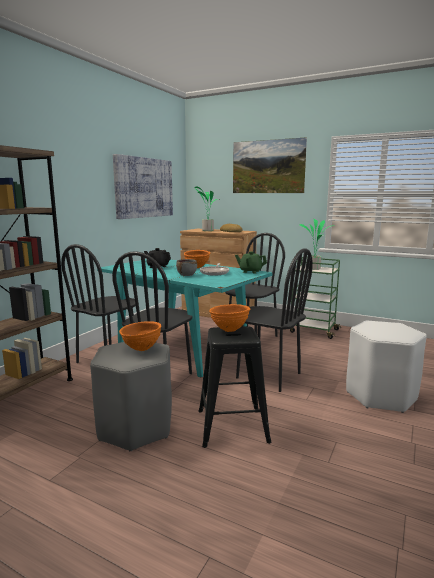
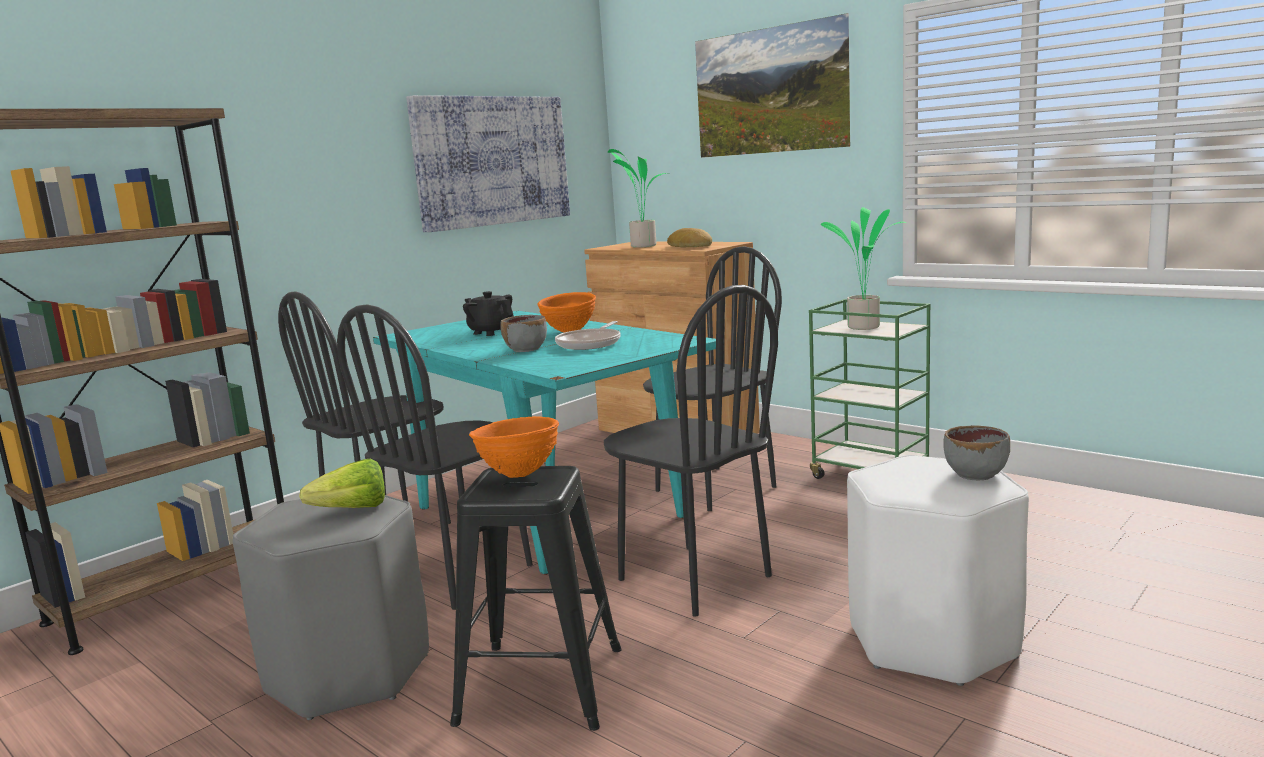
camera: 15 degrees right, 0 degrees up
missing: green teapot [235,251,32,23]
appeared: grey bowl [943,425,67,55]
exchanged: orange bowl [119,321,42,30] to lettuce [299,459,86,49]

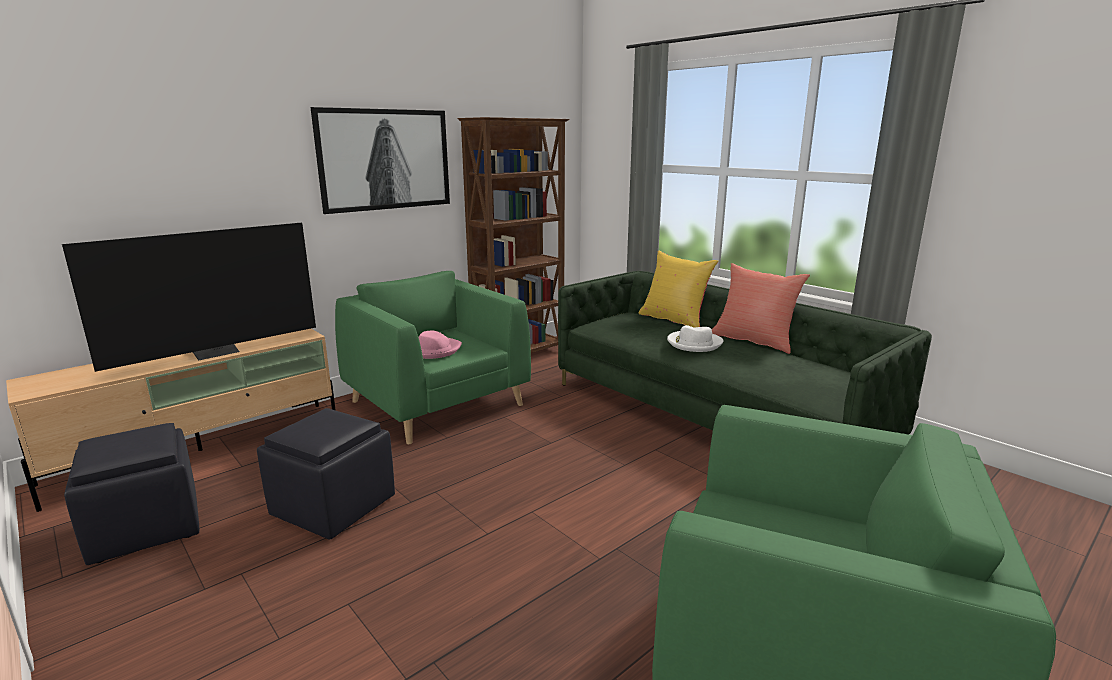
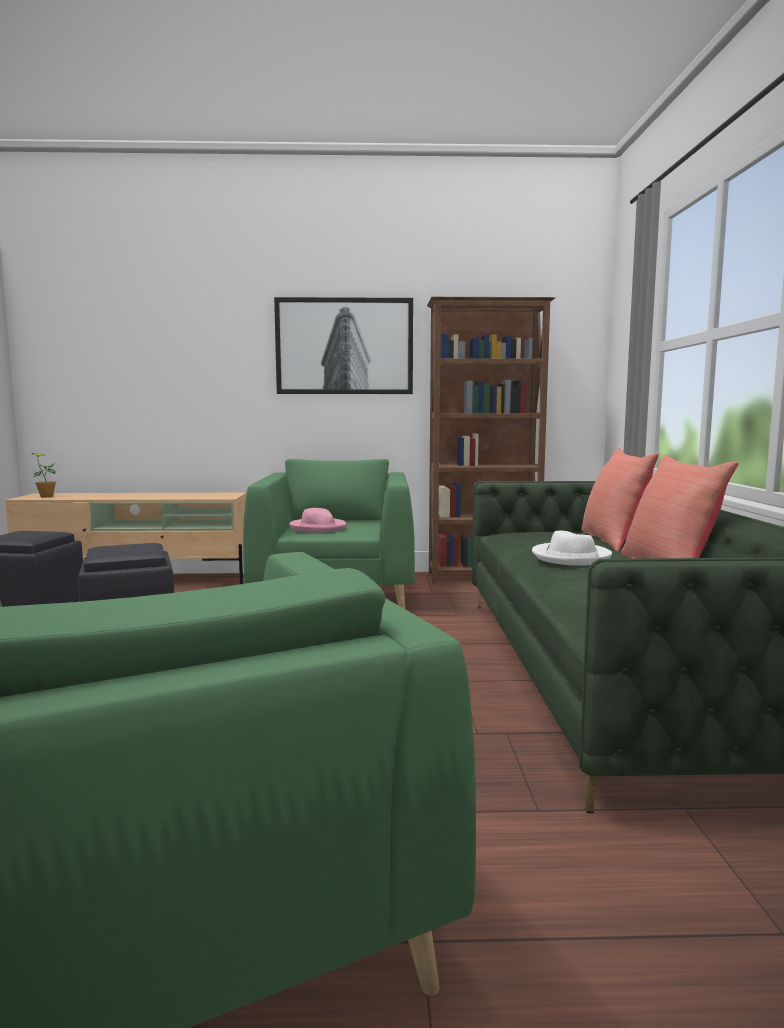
camera: 40 degrees right, 10 degrees down
missing: television [62,223,254,149]
appeared: potted plant [32,453,24,44]
colour: yellow pillow [639,251,79,76] to red pillow [581,448,78,104]

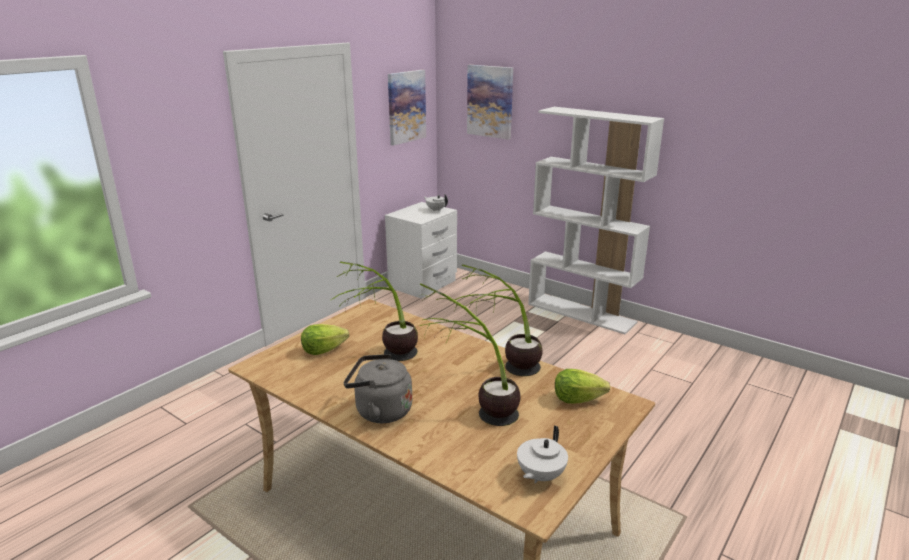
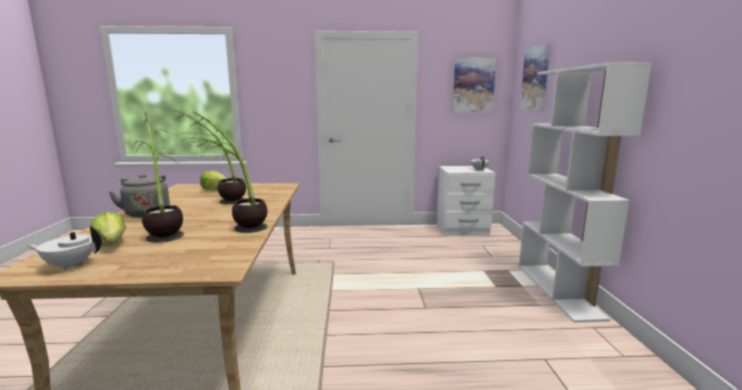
camera: 50 degrees right, 10 degrees down
relocated: lettuce [555,369,55,35] to [91,212,35,34]

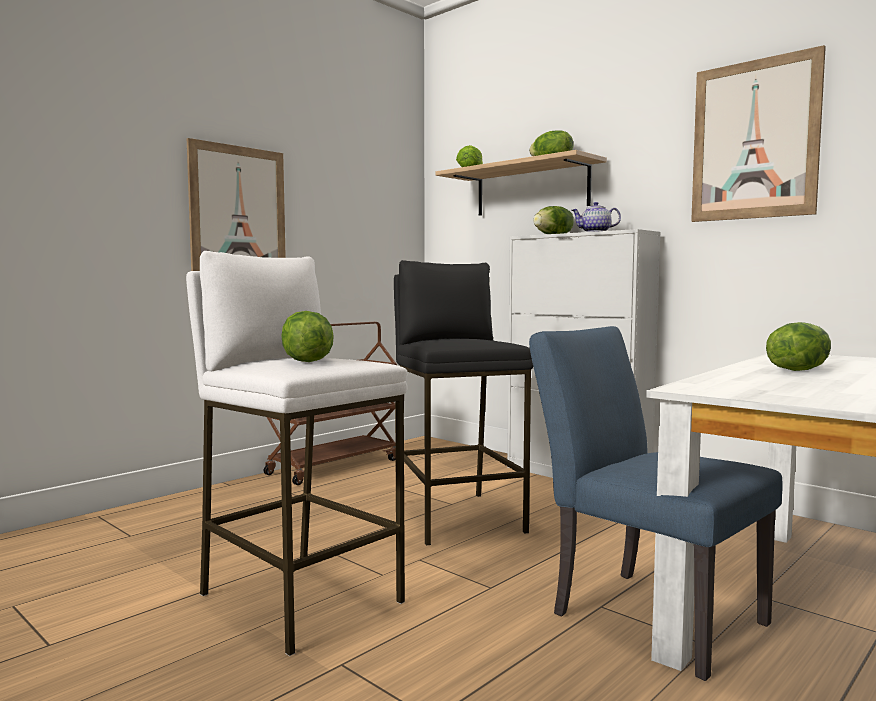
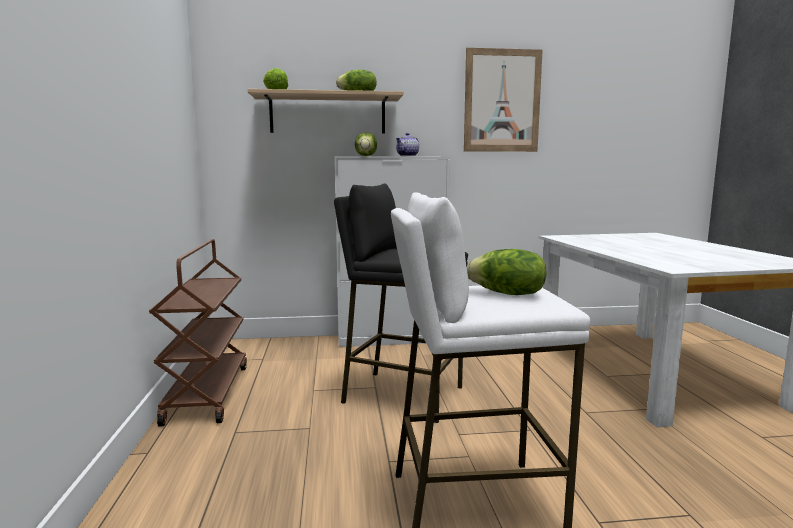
camera: 50 degrees left, 5 degrees up
missing: picture [187,138,99,133]; blue chair [529,326,254,355]; lettuce [766,322,65,49]

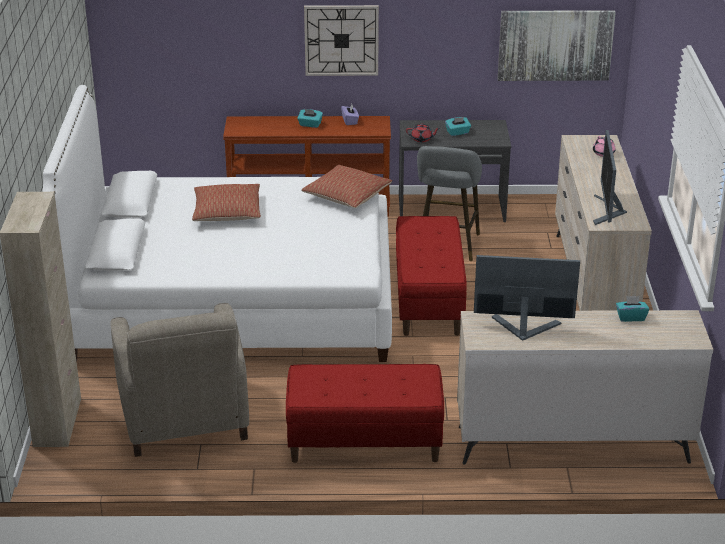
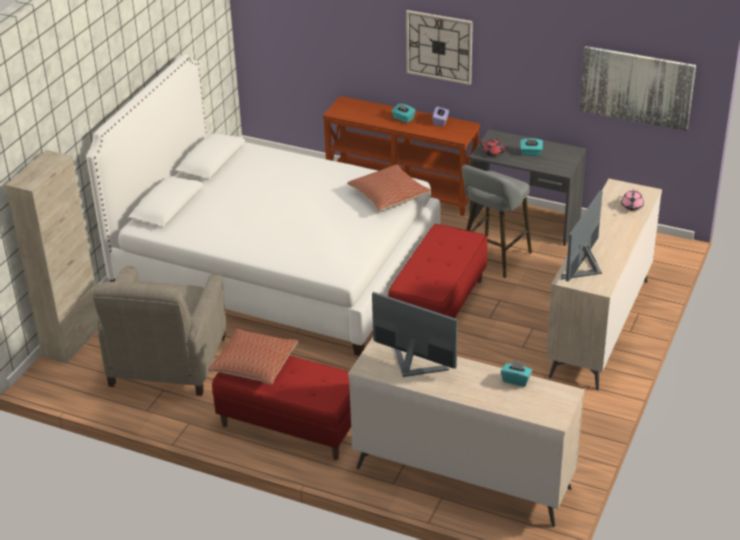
camera: 25 degrees right, 5 degrees up
relocated: pillow [192,184,69,37] to [208,328,90,57]

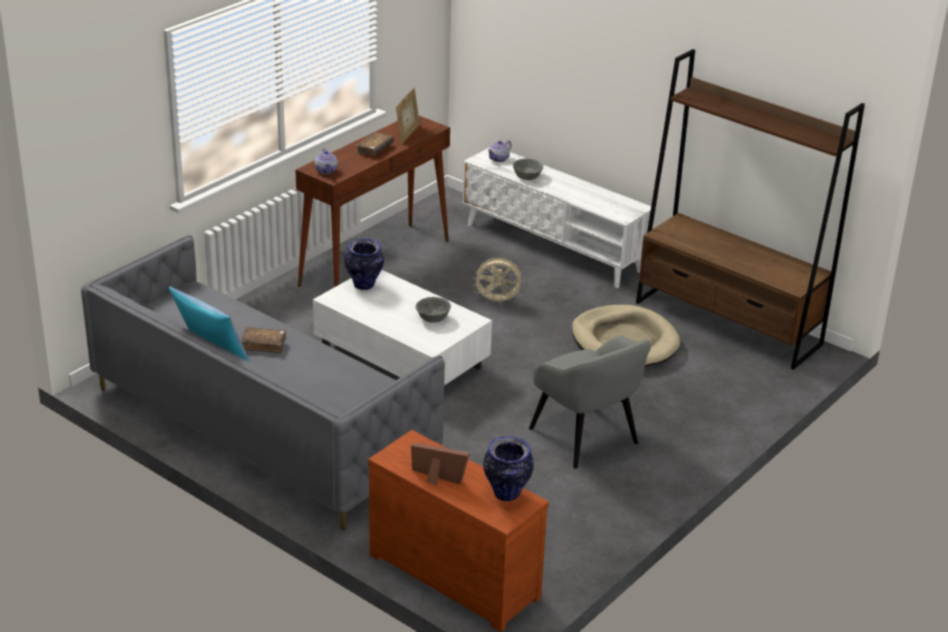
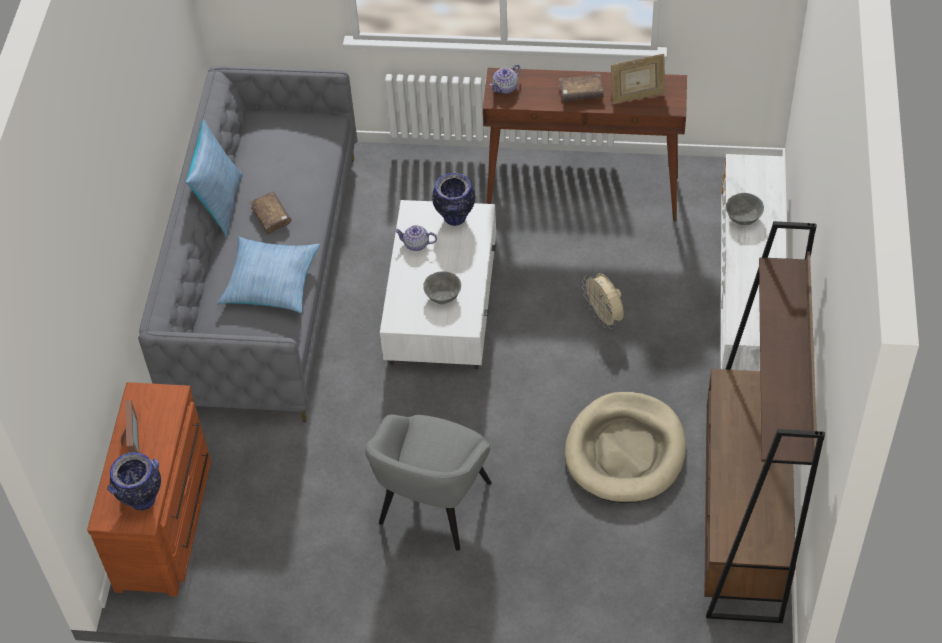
camera: 60 degrees right, 20 degrees up
appeared: pillow [217,236,103,77]
relocated: teapot [488,140,23,22] to [394,225,43,26]

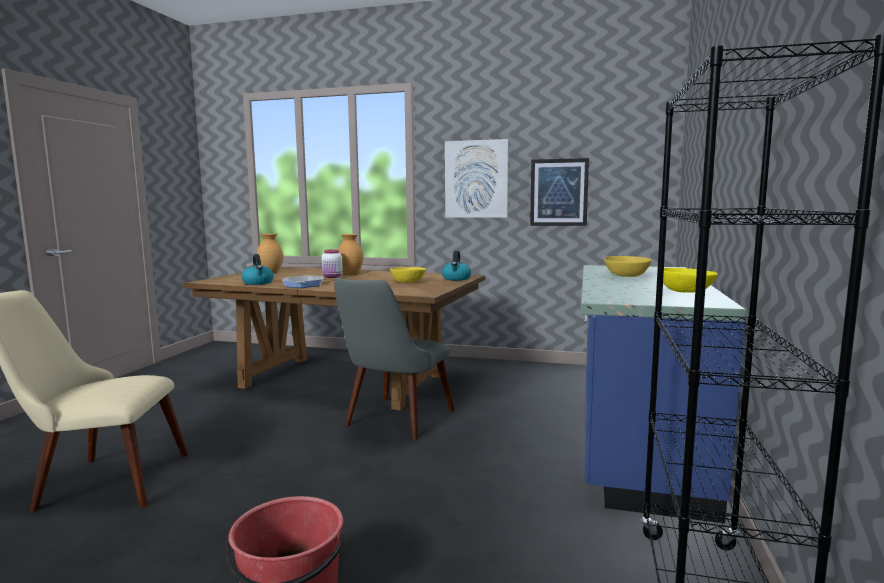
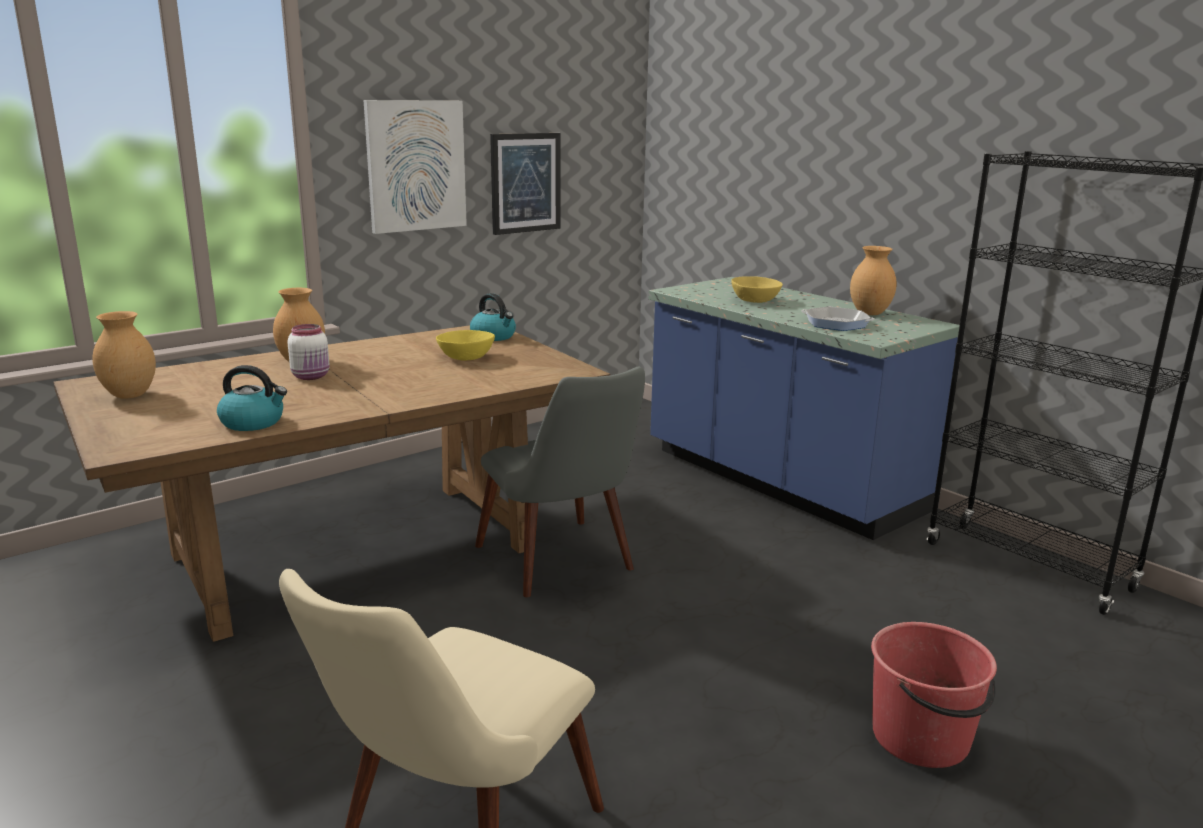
camera: 55 degrees left, 10 degrees up
relocated: frying pan [282,275,42,13] to [801,307,73,24]
exchanged: yellow bowl [663,268,55,24] to brown vase [850,246,47,69]

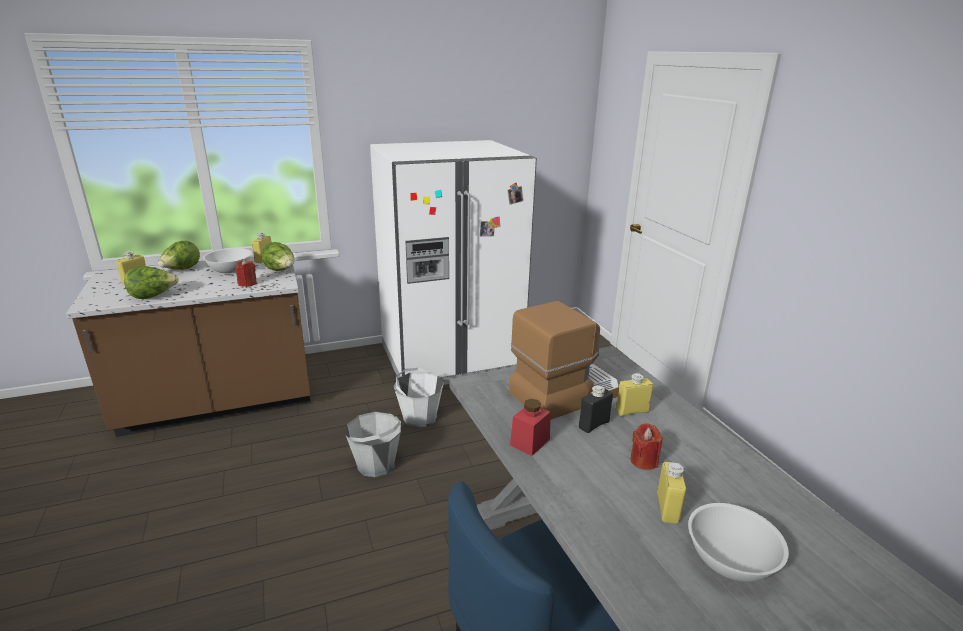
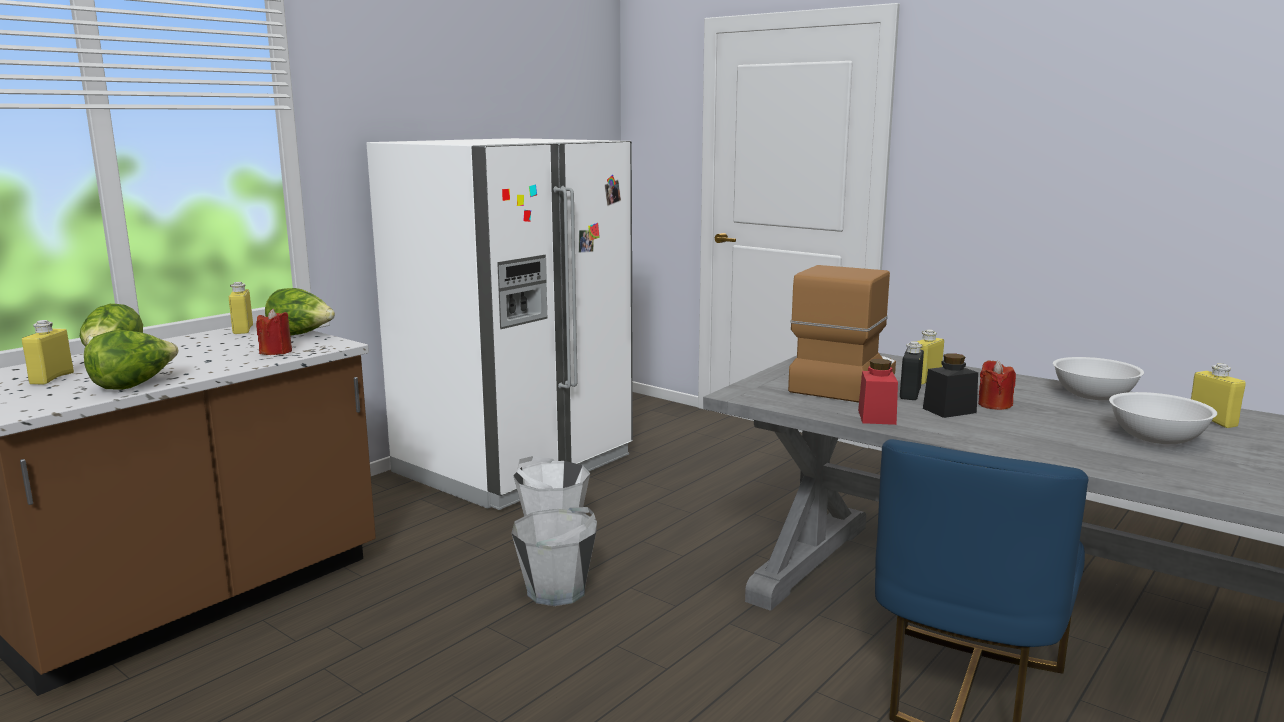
camera: 30 degrees left, 10 degrees down
appeared: black jar [923,353,55,65]
relocated: white bowl [203,248,49,25] to [1053,357,91,43]; yellow bottle [657,462,29,62] to [1191,363,55,65]

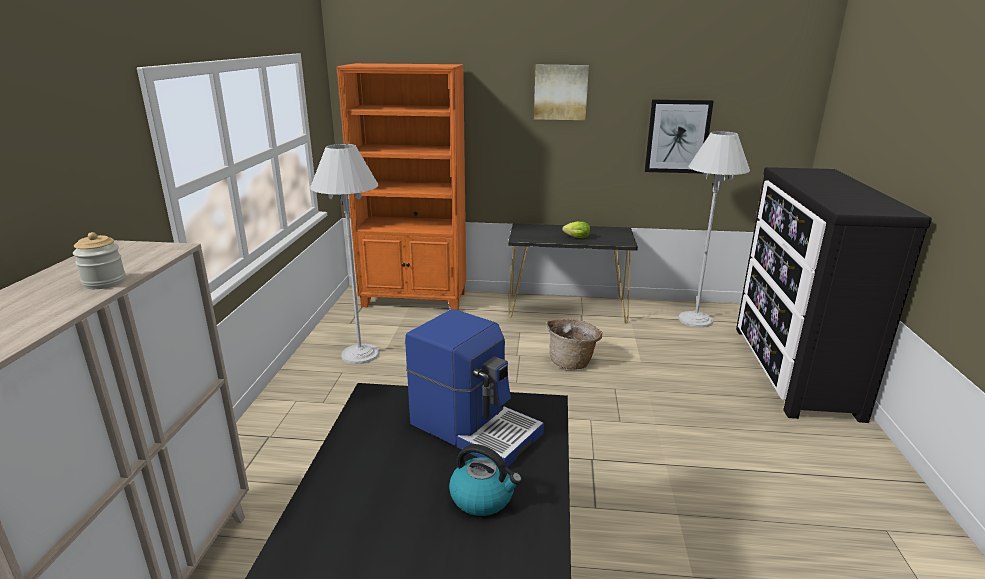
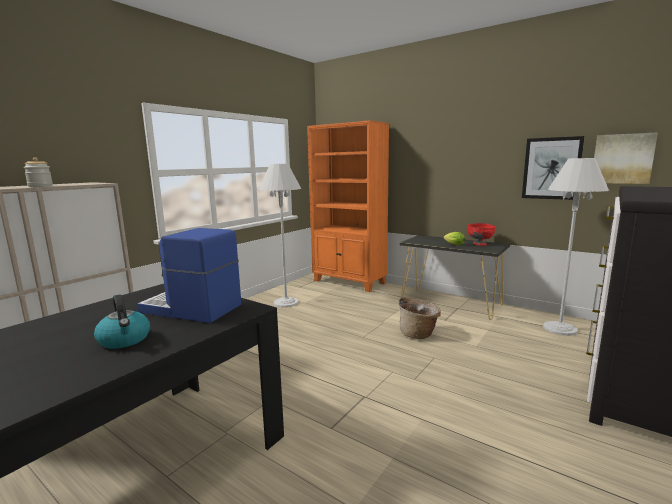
camera: 30 degrees right, 10 degrees down
appeared: red bowl [467,223,29,23]
relocated: picture [534,65,55,55] to [594,132,64,52]
spun: coffee machine [405,309,139,158] = [137,228,104,95] 135 degrees clockwise

